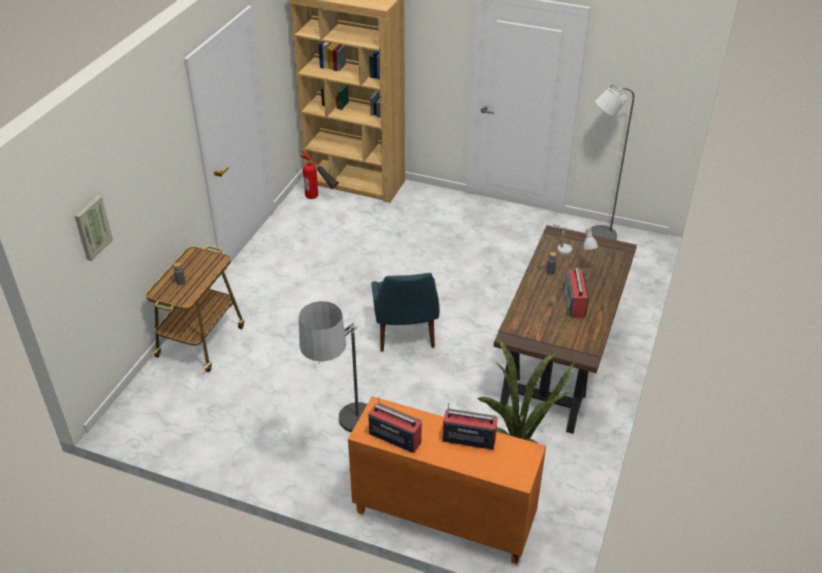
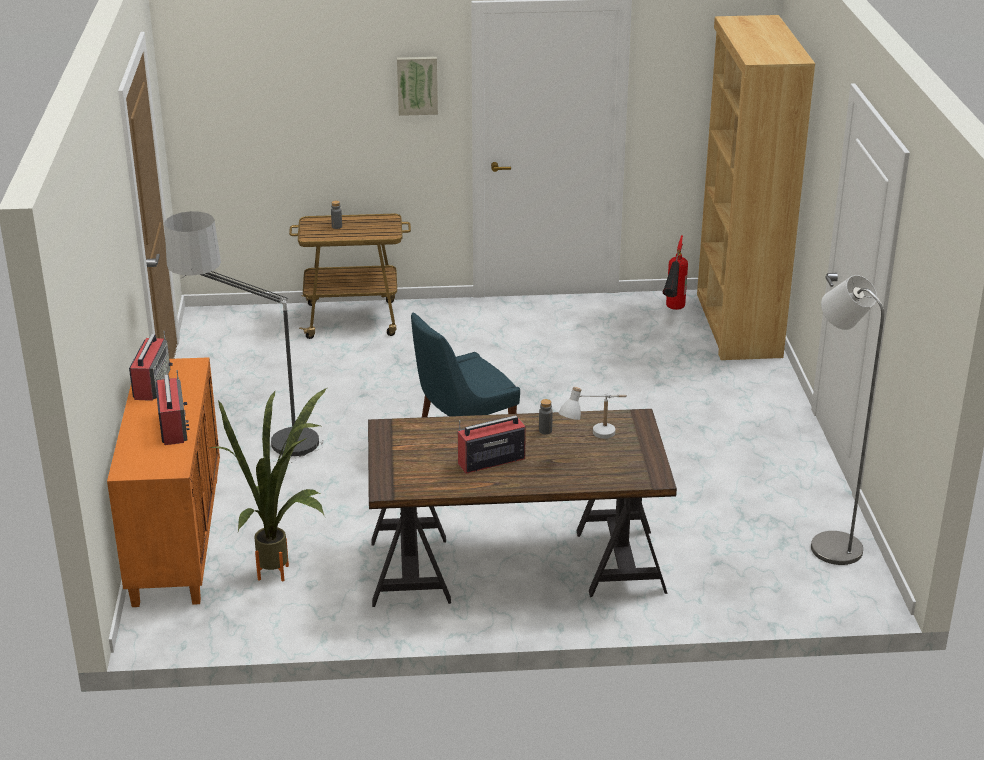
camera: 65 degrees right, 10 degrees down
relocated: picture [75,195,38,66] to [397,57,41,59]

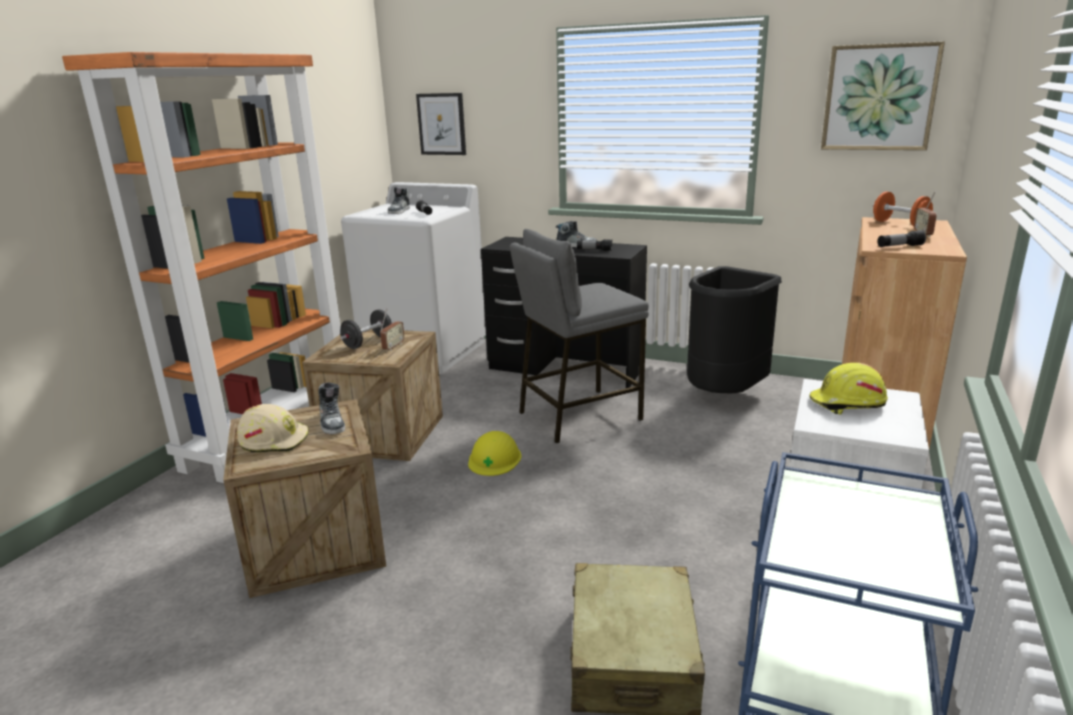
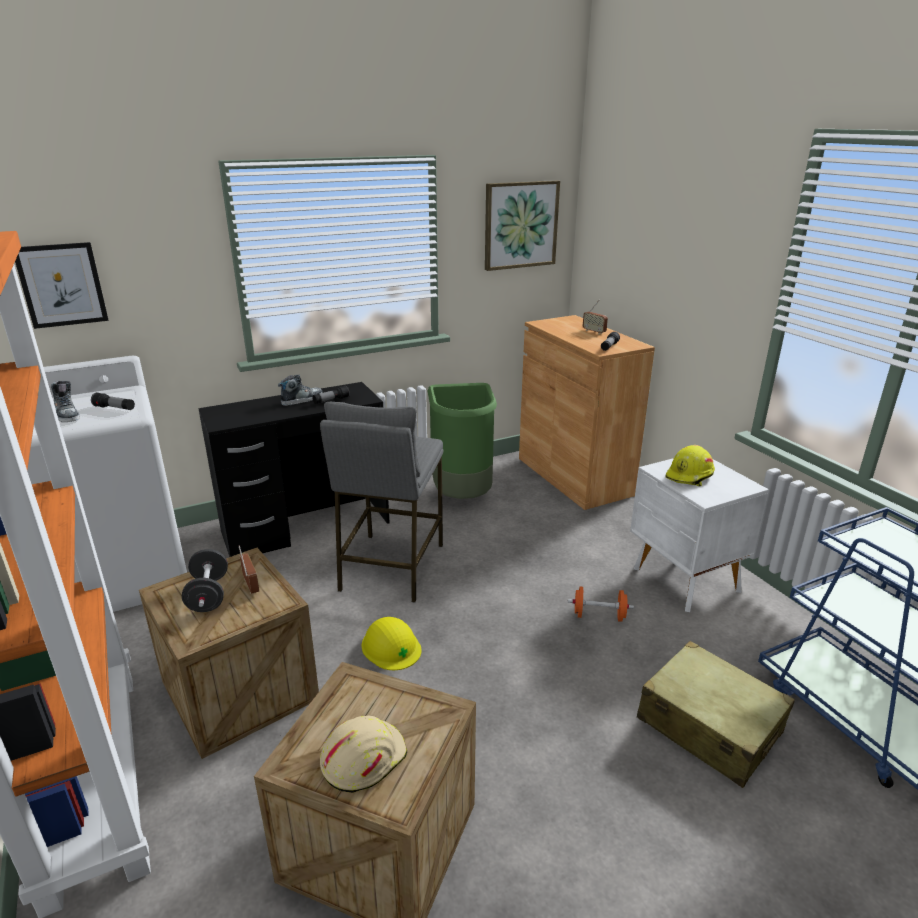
camera: 50 degrees left, 5 degrees up
missing: shoe [318,383,27,51]
relocated: orange dumbbell [873,192,60,35] to [568,586,66,36]
colour: black trash can [687,266,95,127] to green trash can [428,383,69,116]

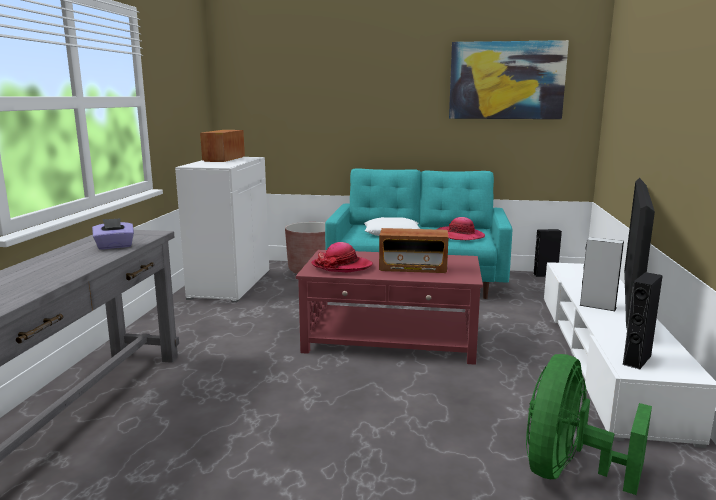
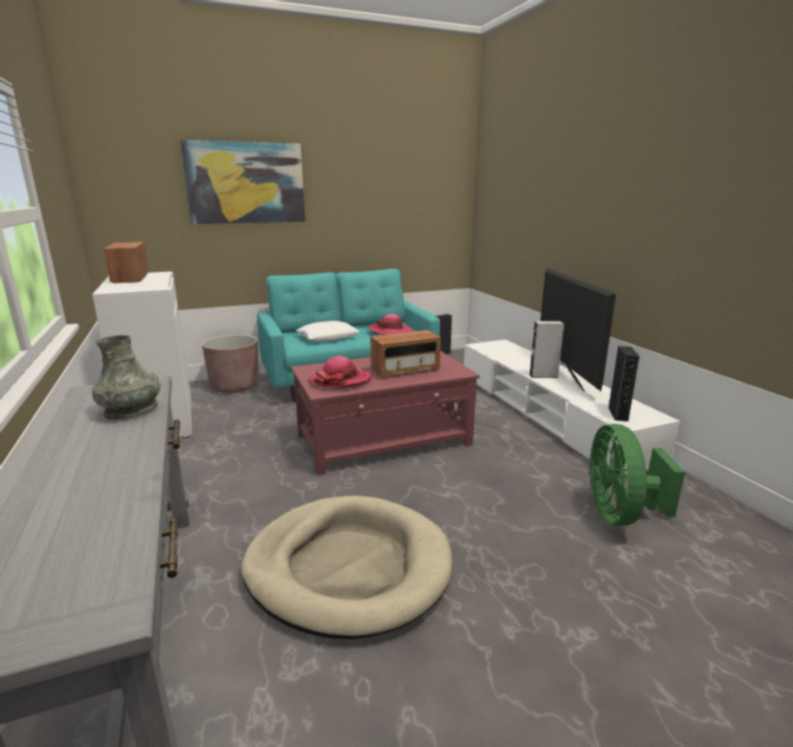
camera: 30 degrees left, 5 degrees up
appeared: beige dog bed [241,496,212,143]
relocated: picture [449,40,120,79] to [180,140,125,84]
exchanged: purple tissue box [92,218,42,32] to grey vase [92,335,69,85]

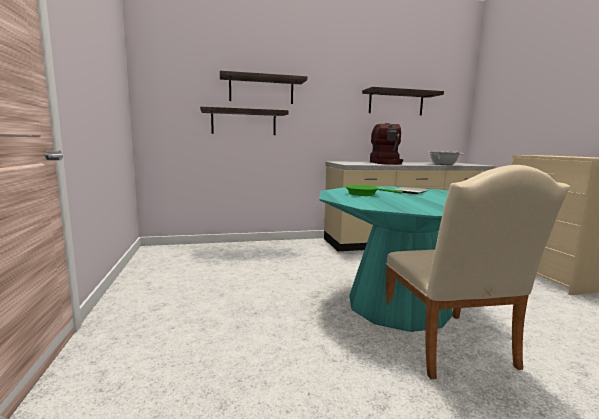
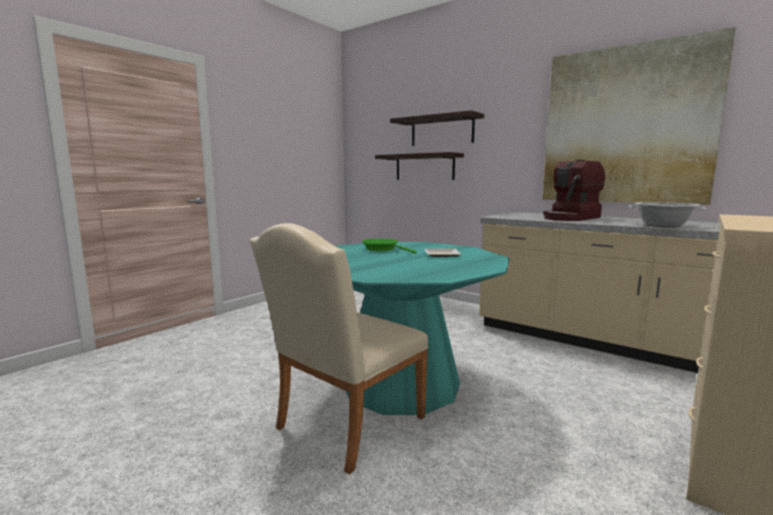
camera: 50 degrees right, 0 degrees up
exchanged: shelf [362,87,82,28] to picture [543,27,193,178]

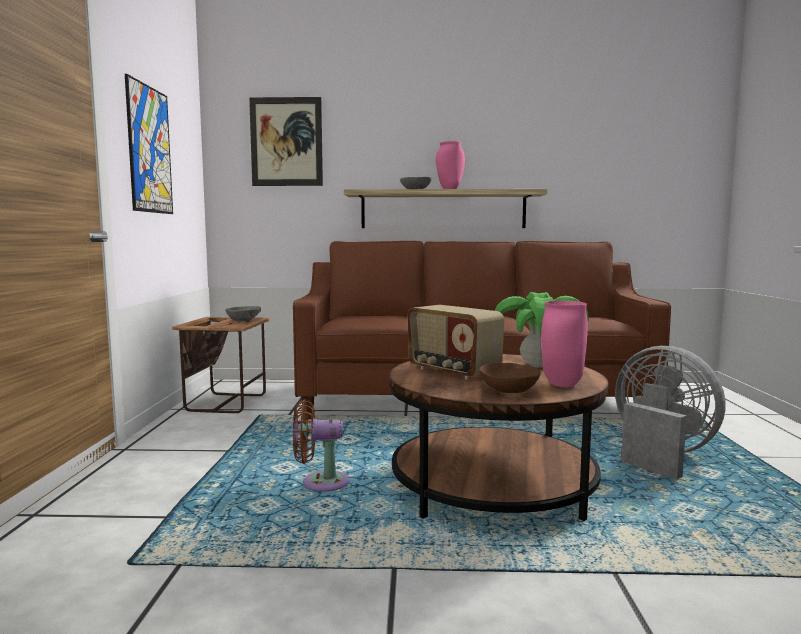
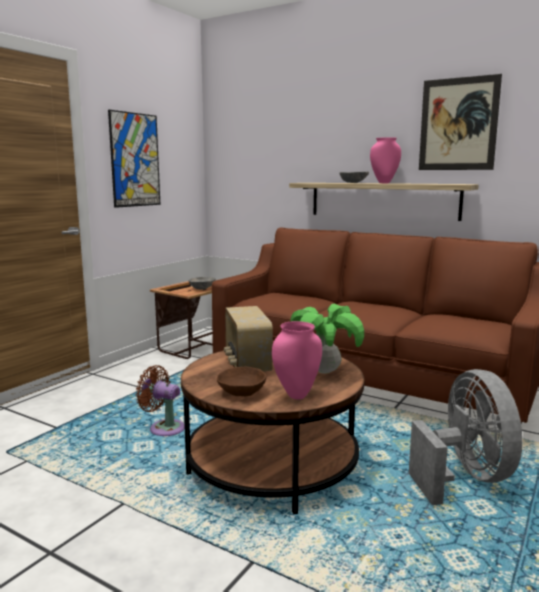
camera: 30 degrees right, 5 degrees up
relocated: picture [249,97,74,89] to [419,74,83,96]

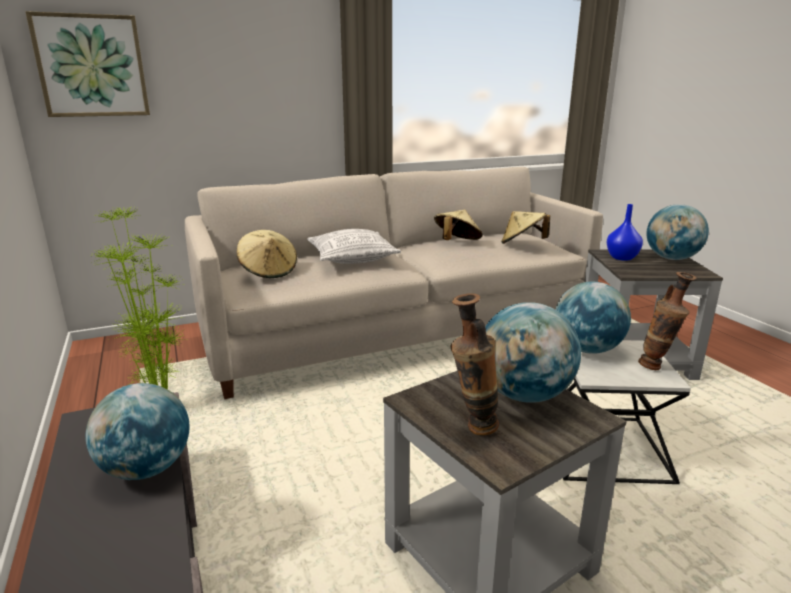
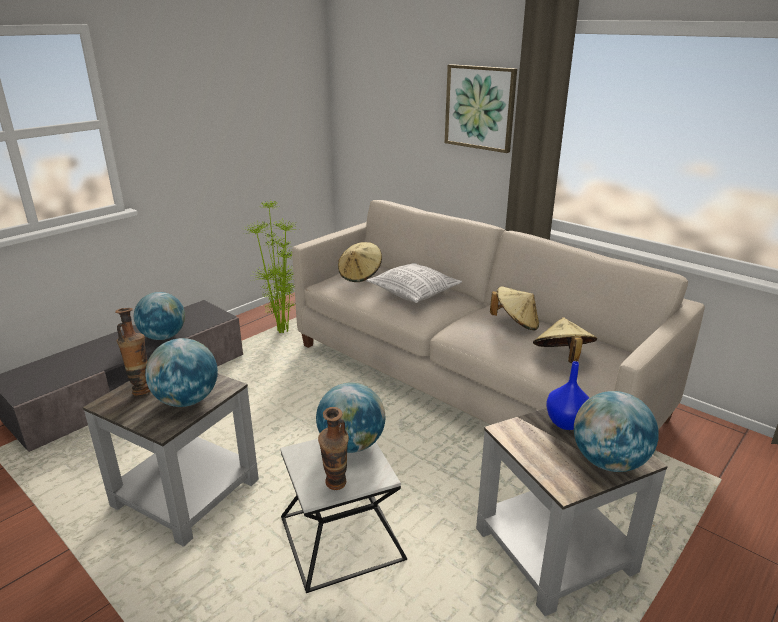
camera: 65 degrees right, 5 degrees up
relocated: picture [25,11,125,106] to [445,64,72,89]

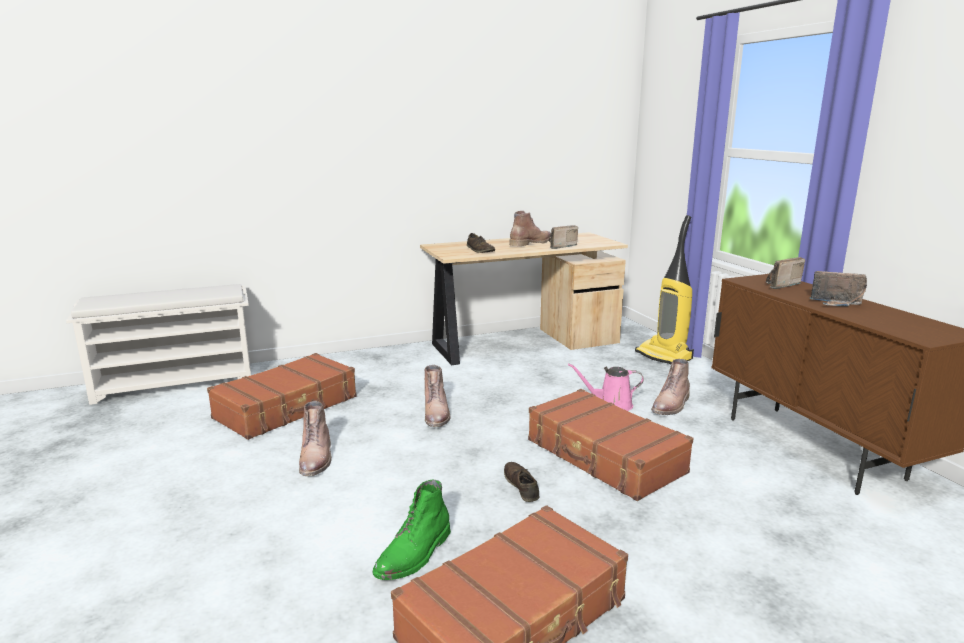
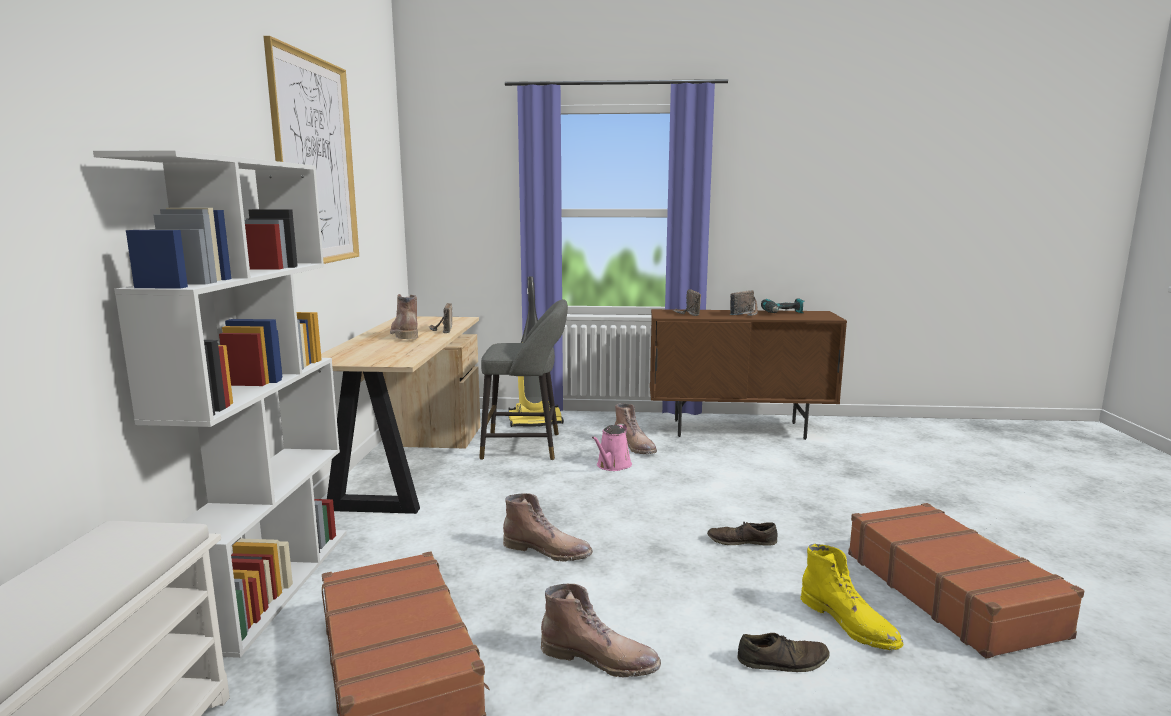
camera: 65 degrees left, 5 degrees down
missing: brown suitcase [528,389,166,112]
appeared: white bookcase [93,150,254,508]; picture [263,36,96,228]; grey stool [479,299,89,161]; power drill [761,298,43,15]
relocated: brown shoe [467,233,28,20] to [737,633,93,39]
colour: green boot [372,480,79,100] to yellow boot [800,544,103,106]

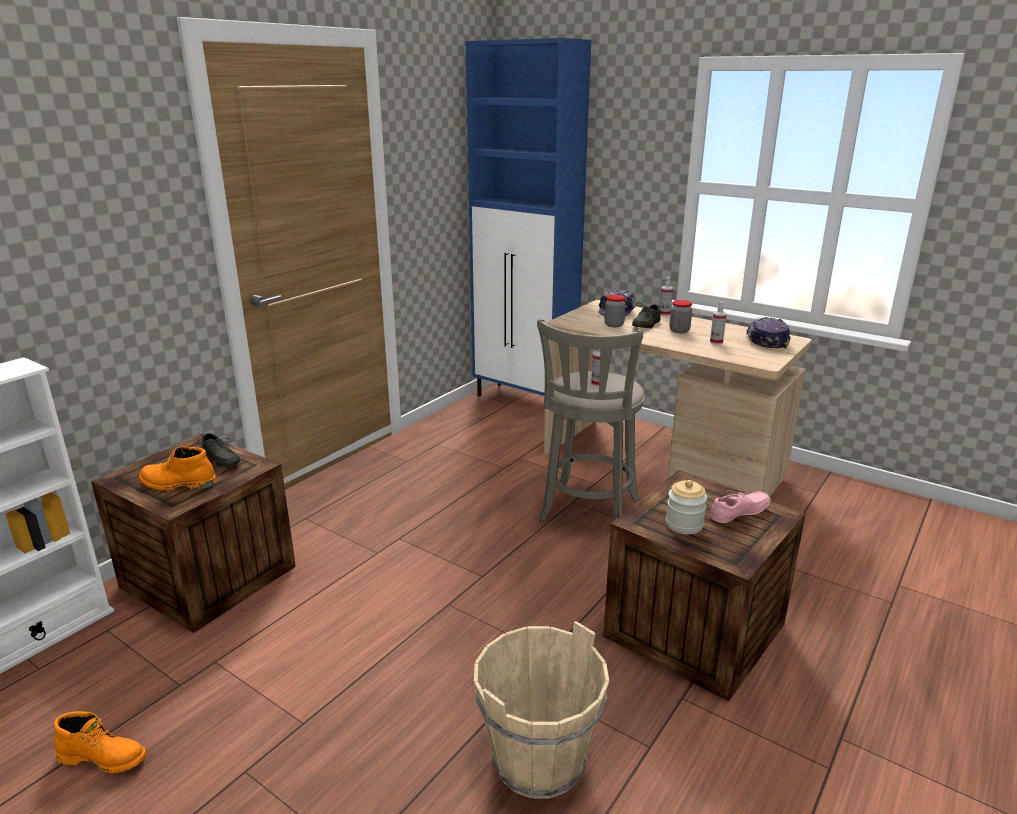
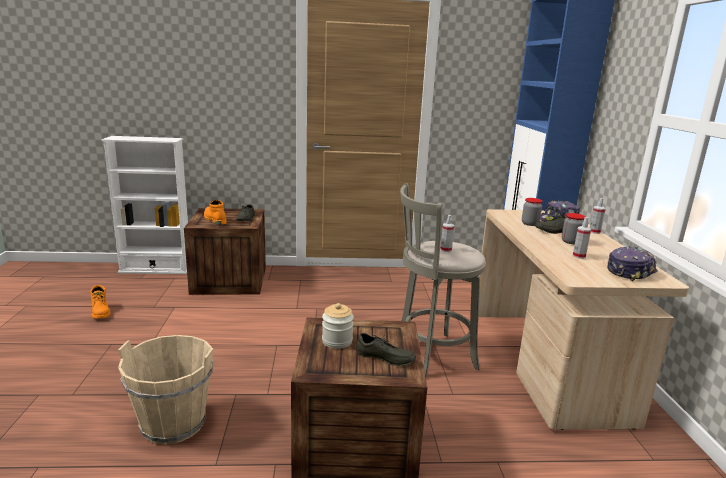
camera: 50 degrees right, 5 degrees down
colour: pink shoe [710,490,61,33] to grey shoe [356,333,60,33]

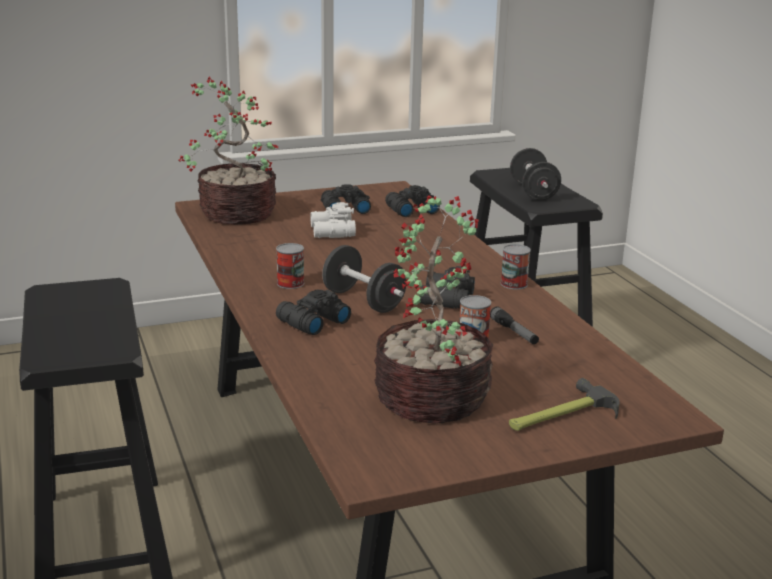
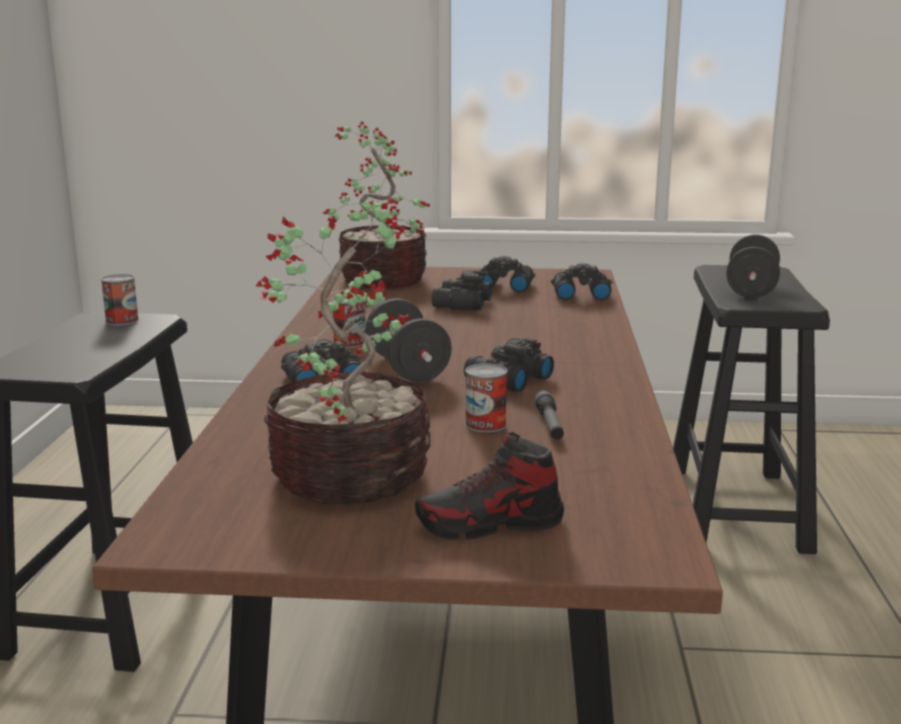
camera: 25 degrees right, 5 degrees down
relocated: can [501,244,30,46] to [101,274,38,51]
exchanged: hammer [509,378,111,53] to shoe [415,432,149,108]
colour: white binoculars [310,202,46,36] to black binoculars [432,270,60,41]

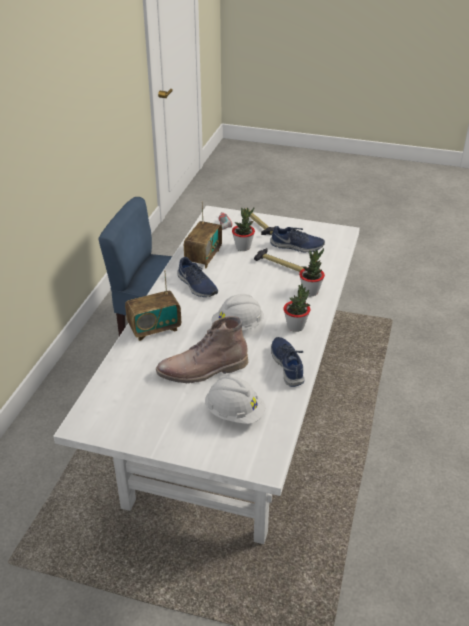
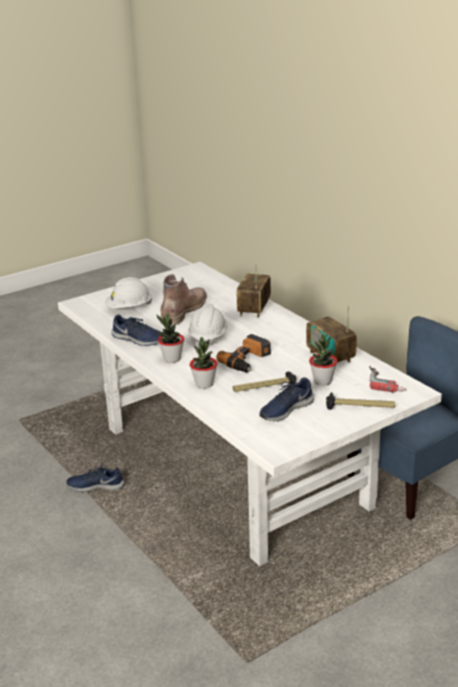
camera: 130 degrees right, 10 degrees down
appeared: power drill [216,334,55,39]
relocated: blue shoe [177,257,41,40] to [66,464,59,28]

